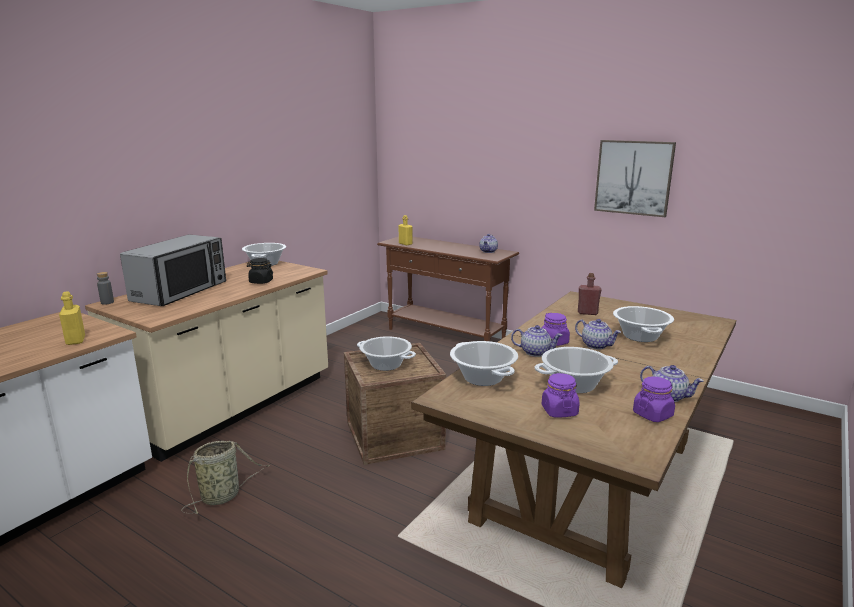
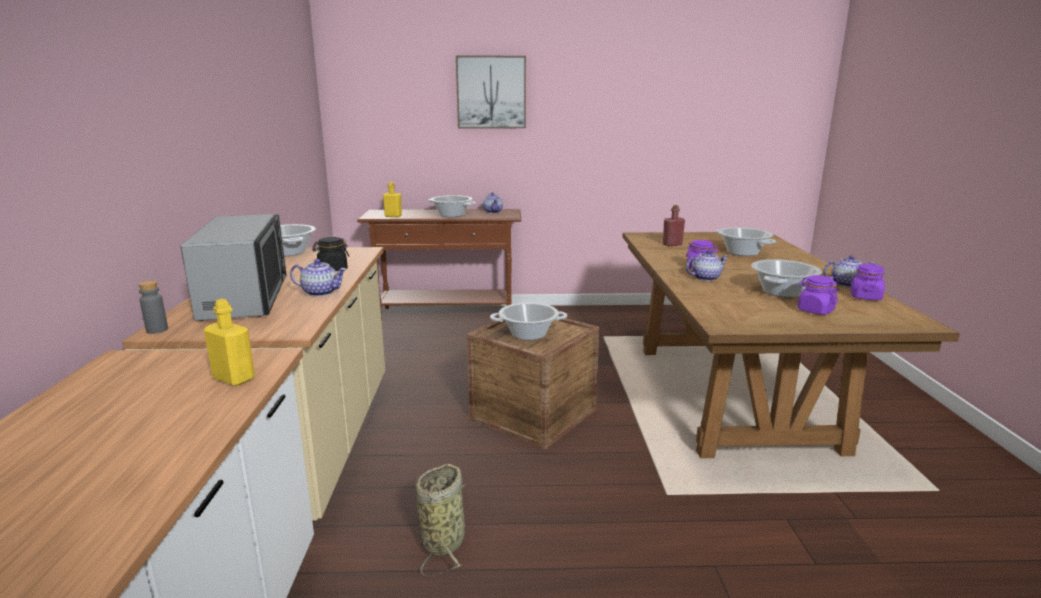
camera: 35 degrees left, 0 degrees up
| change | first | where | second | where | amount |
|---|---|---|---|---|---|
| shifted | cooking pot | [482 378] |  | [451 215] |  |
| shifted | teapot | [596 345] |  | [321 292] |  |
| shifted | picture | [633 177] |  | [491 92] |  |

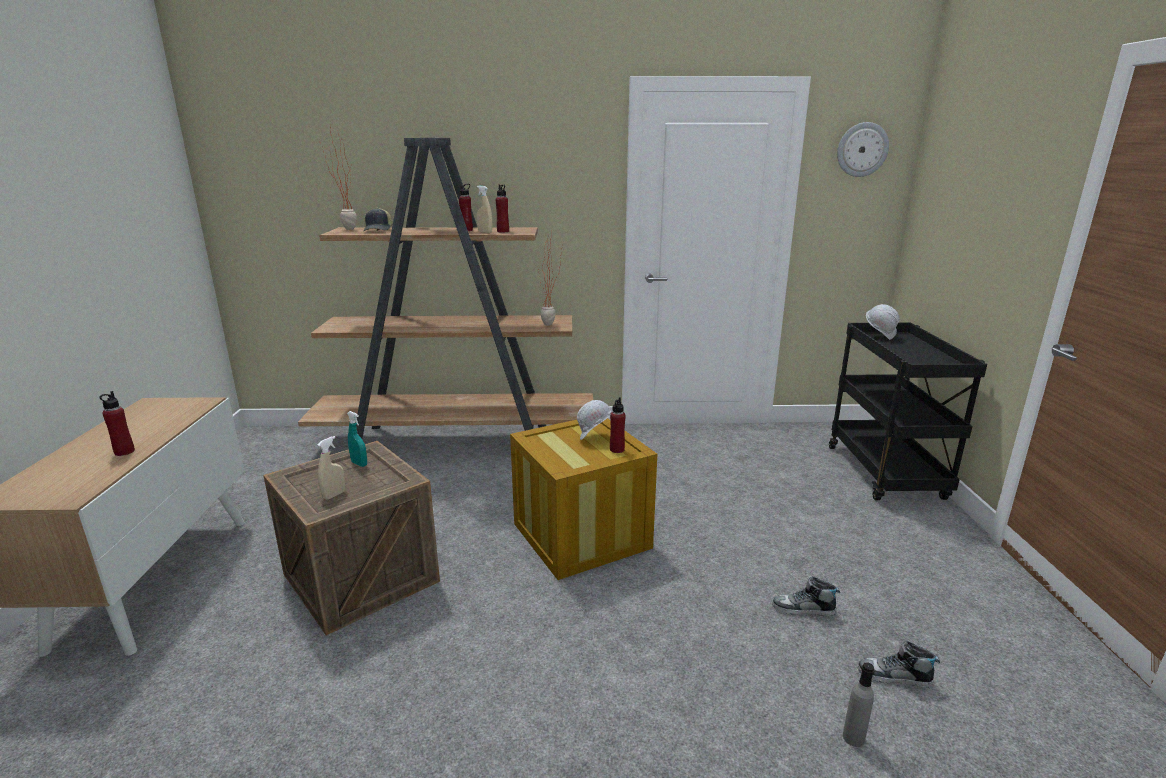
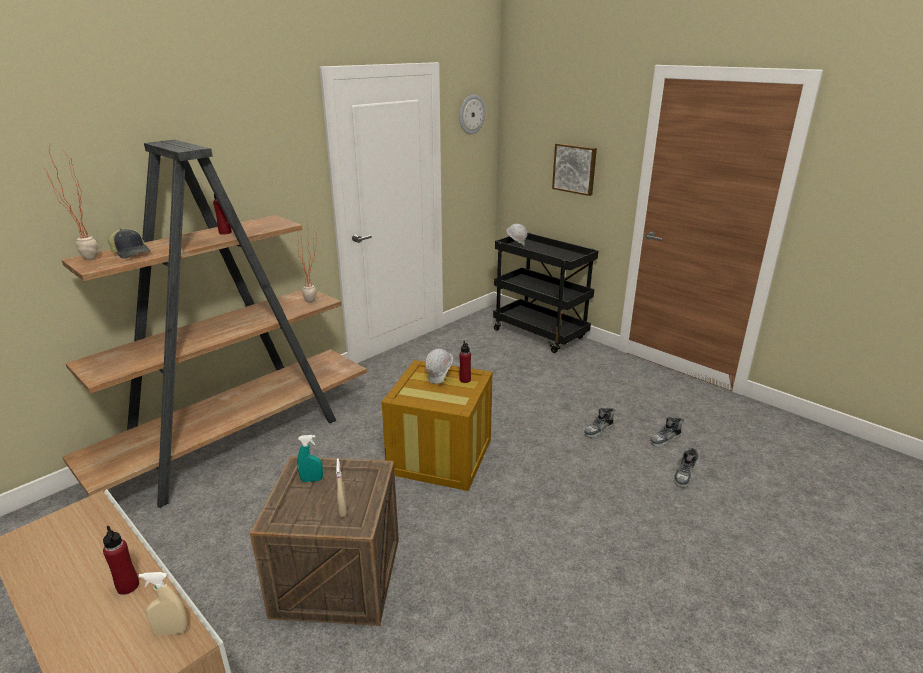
camera: 45 degrees left, 5 degrees up
| change | first | where | second | where | amount |
|---|---|---|---|---|---|
| shifted | sand-coloured sprayer | [485 232] |  | [171 631] |  |
| gone | red bottle | [503 231] |  |  |  |
| swapped | greyish bottle | [853 737] | item of footwear | [684 475] |  |
| new |  |  | picture | [575 168] |  |

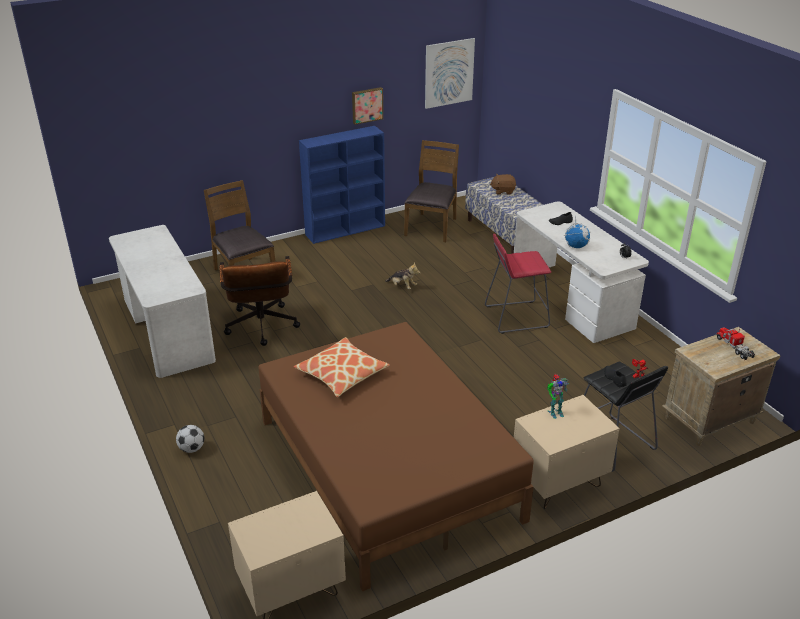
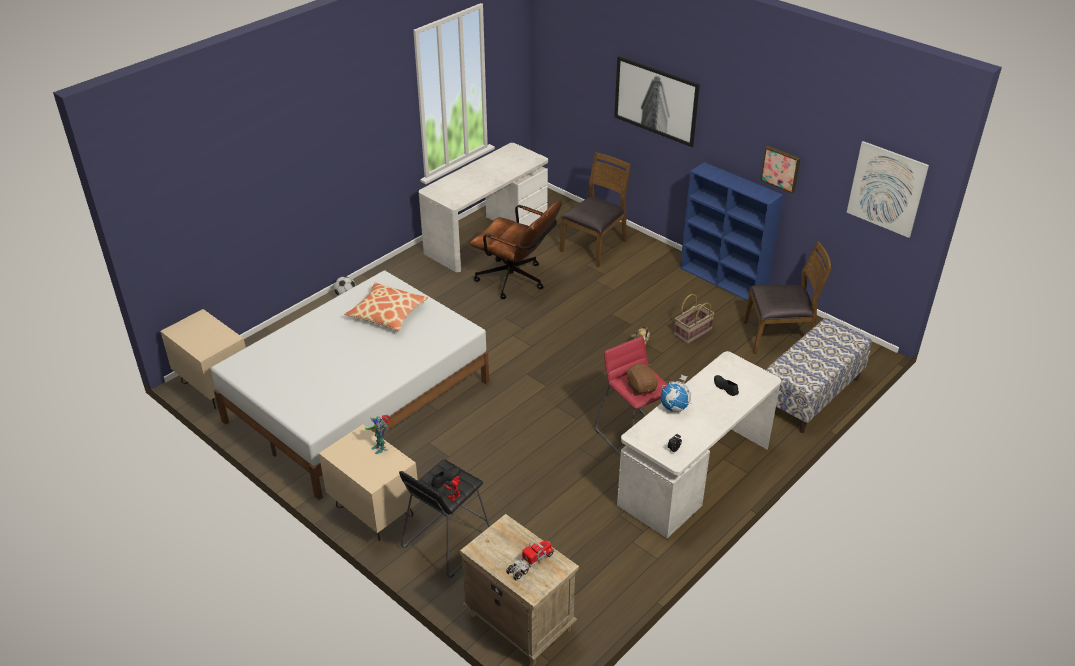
camera: 70 degrees right, 5 degrees up
| change | first | where | second | where | amount |
|---|---|---|---|---|---|
| rotated | brownish desk chair | [261 329] |  | [516 281] | 120 degrees counterclockwise |
| repainted | brownish sleeping bed | [386 469] | white sleeping bed | [357 401] |  |
| shifted | brownish plush toy | [503 191] |  | [641 388] |  |
| new |  |  | picture | [656 100] |  |
| new |  |  | basket | [693 332] |  |

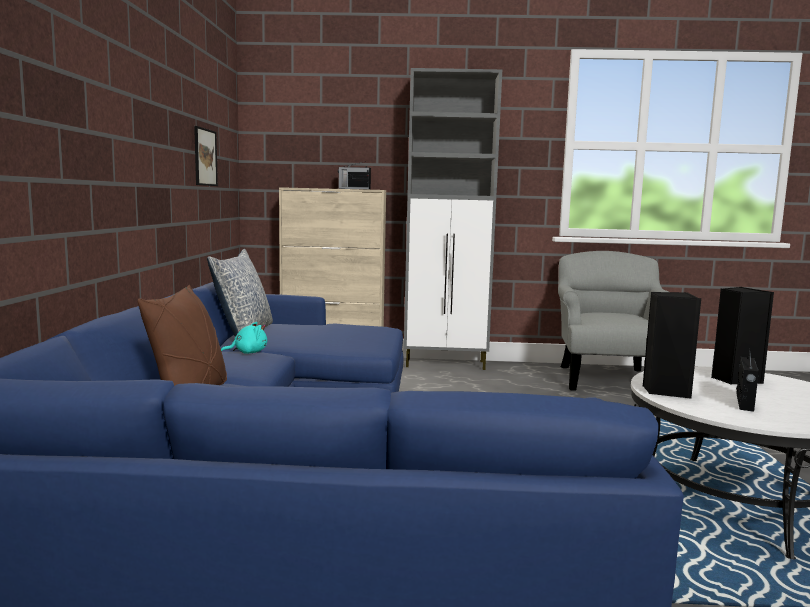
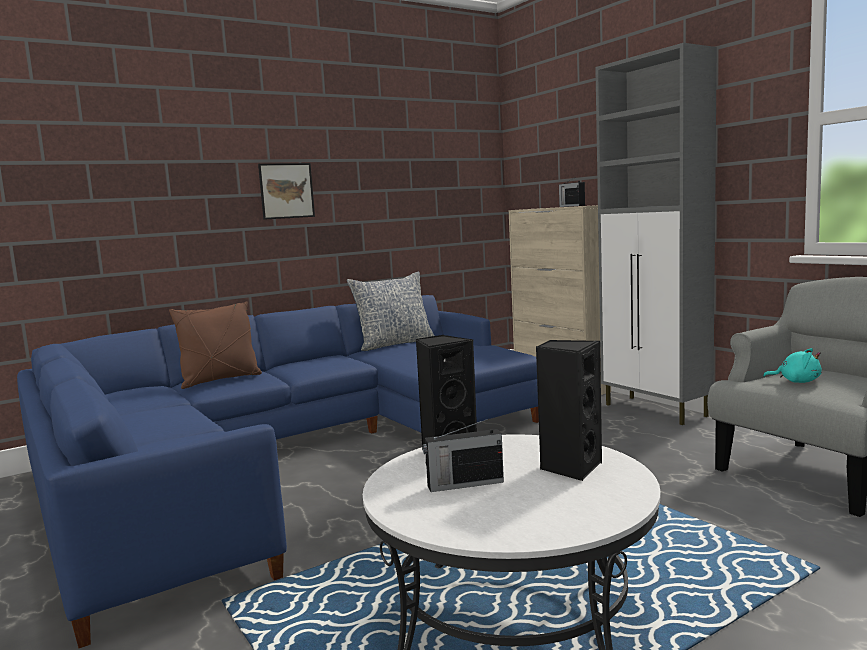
camera: 55 degrees right, 0 degrees up
| change | first | where | second | where | amount |
|---|---|---|---|---|---|
| shifted | picture | [205 157] |  | [286 191] |  |
| shifted | turquoise-coloured plush toy | [248 352] |  | [796 381] |  |

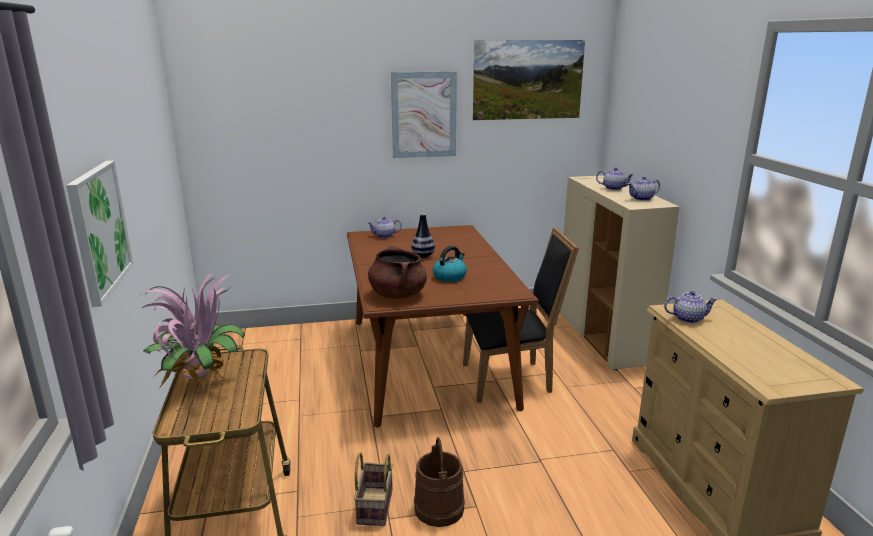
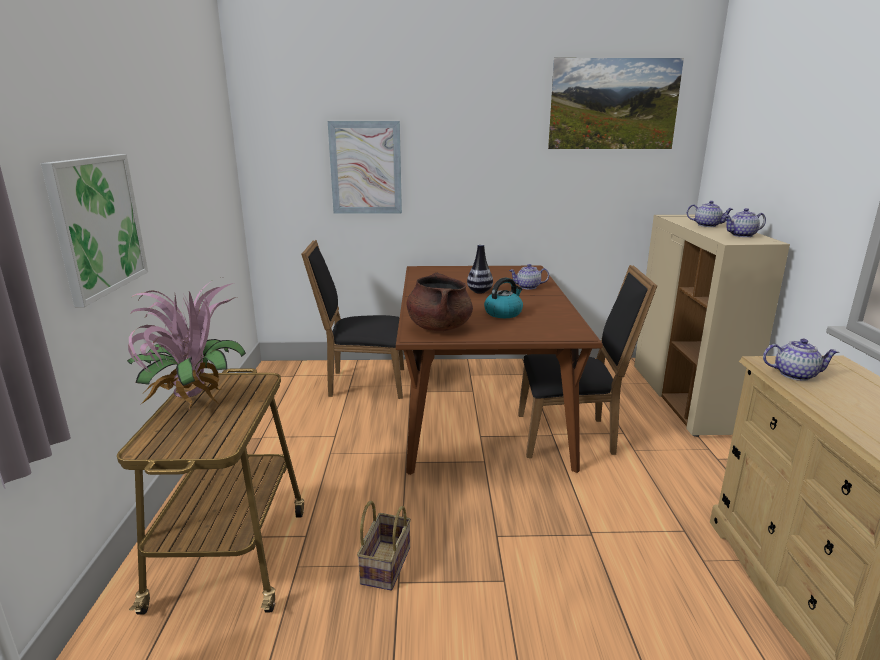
camera: 10 degrees right, 0 degrees up
| change | first | where | second | where | amount |
|---|---|---|---|---|---|
| shifted | teapot | [384 236] |  | [528 287] |  |
| shifted | picture | [424 115] |  | [366 168] |  |
| gone | brownish water bucket | [439 508] |  |  |  |
| new |  |  | black upright chair | [362 383] |  |

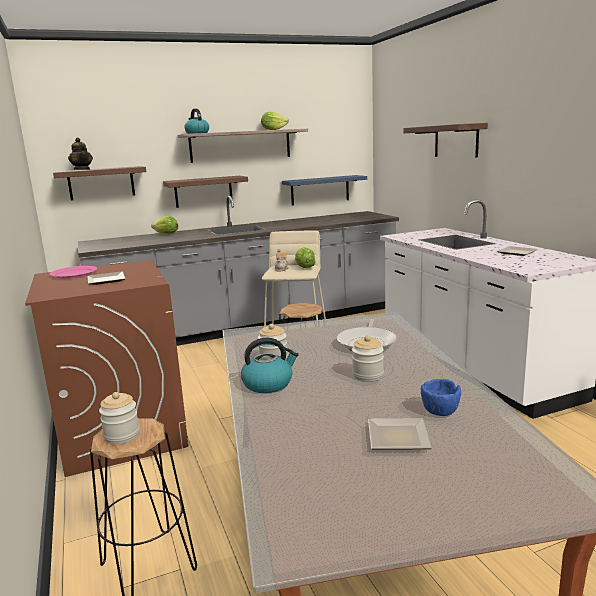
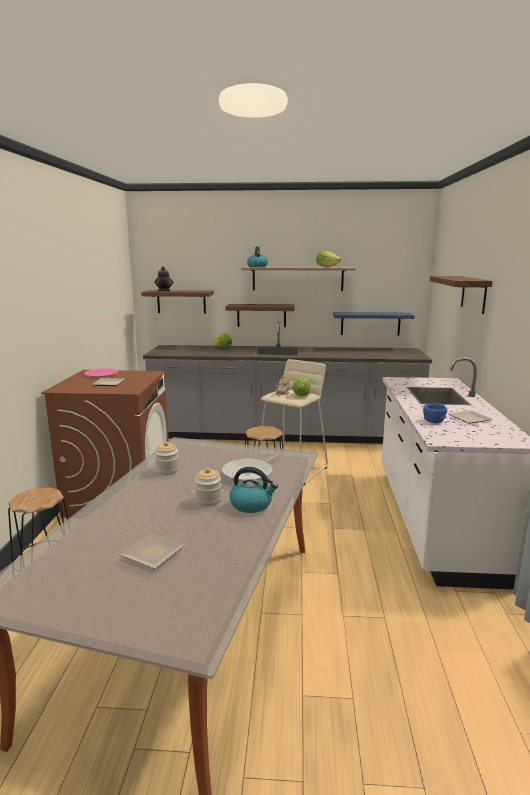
camera: 25 degrees right, 0 degrees up
| change | first | where | second | where | amount |
|---|---|---|---|---|---|
| gone | preserve jar | [122 435] |  |  |  |
| shifted | tea kettle | [268 384] |  | [252 504] |  |
| shifted | blue-coloured serving bowl | [440 411] |  | [433 421] |  |

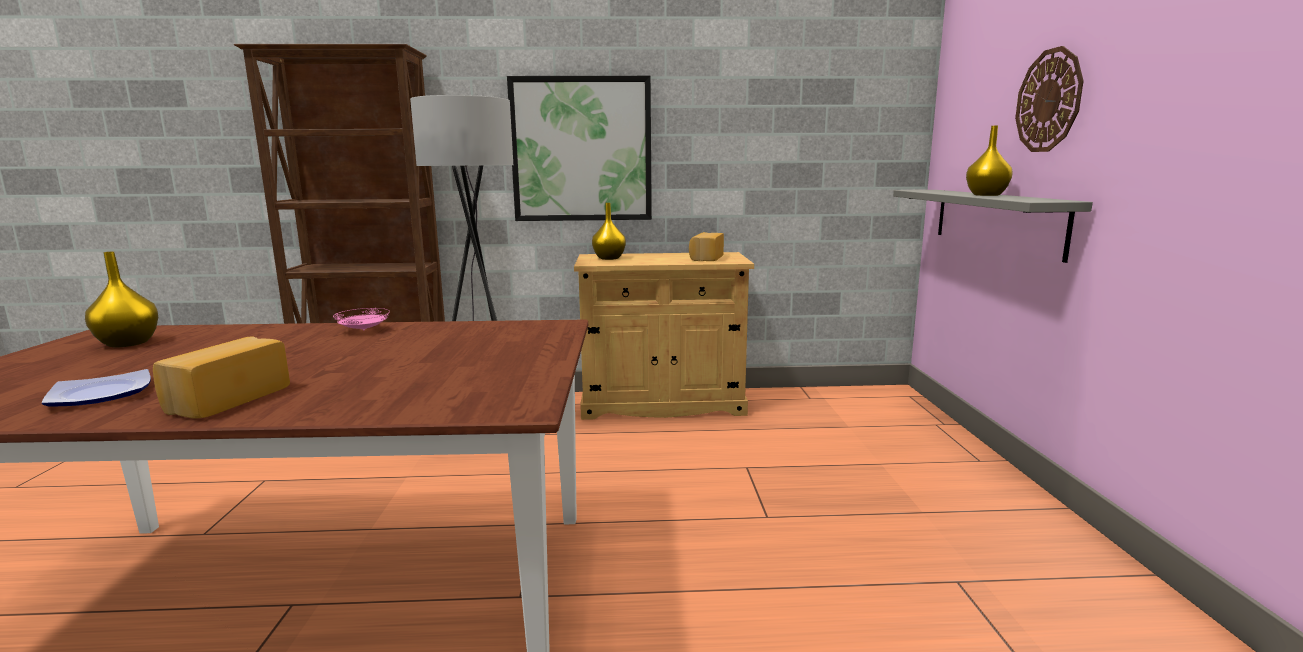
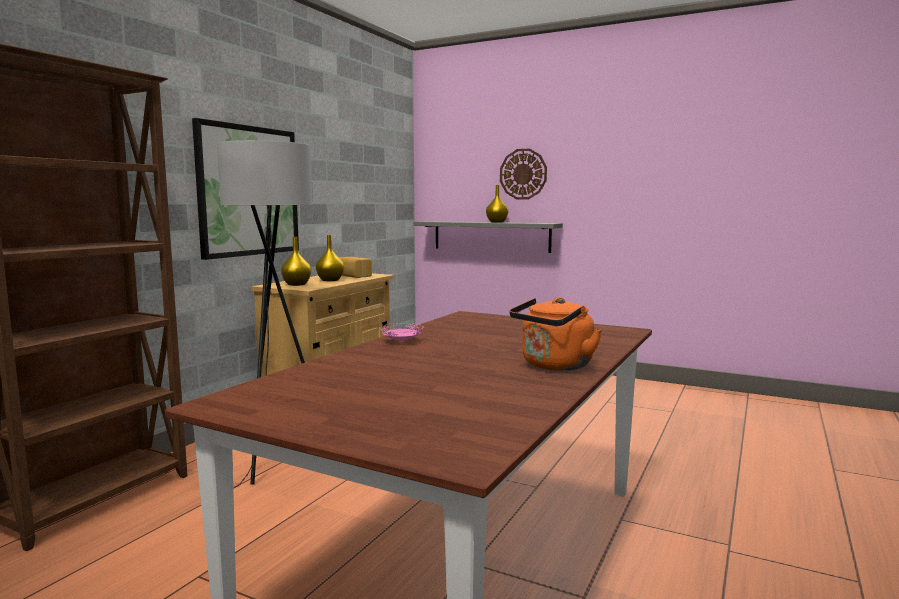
camera: 60 degrees left, 5 degrees down
| change | first | where | second | where | amount |
|---|---|---|---|---|---|
| gone | flat dish | [98 395] |  |  |  |
| shifted | yellowish flower vase | [126 343] |  | [330 280] |  |
| swapped | bread | [226 399] | orangey tea kettle | [554 366] |  |

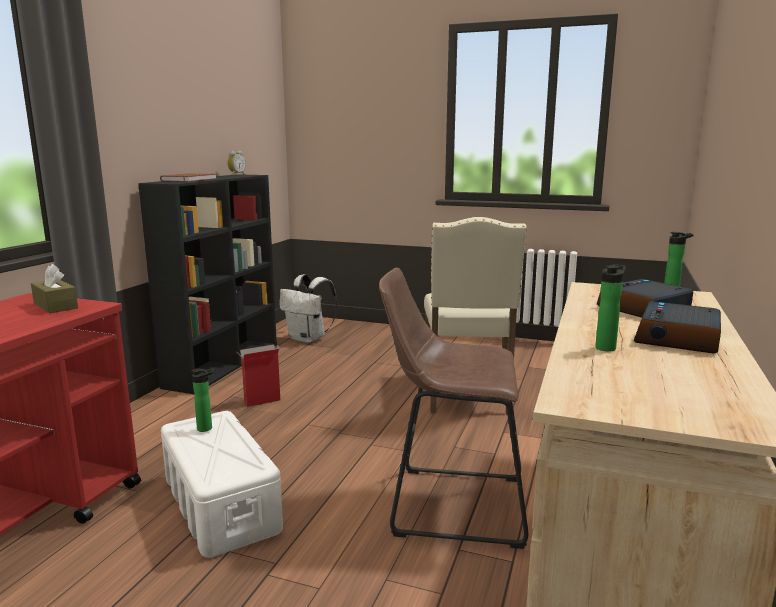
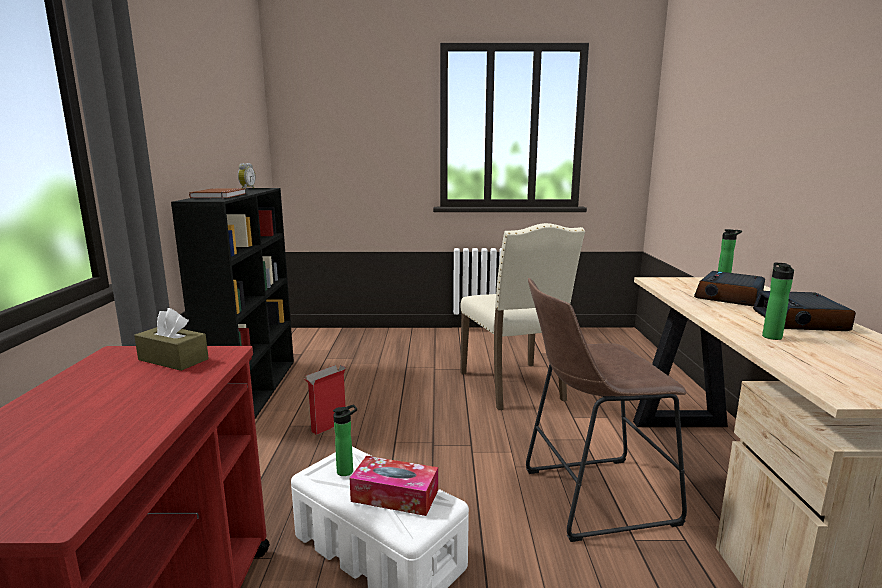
camera: 20 degrees left, 0 degrees up
| change | first | where | second | where | amount |
|---|---|---|---|---|---|
| gone | white rucksack | [308 339] |  |  |  |
| new |  |  | box of tissues | [395 496] |  |

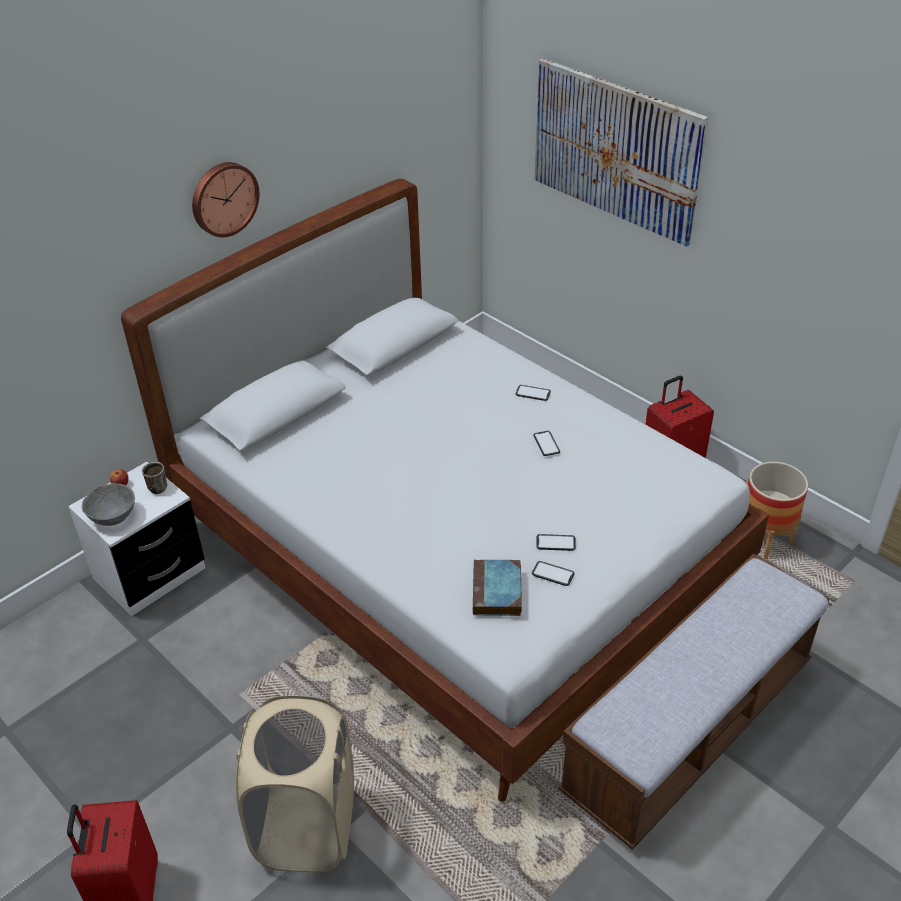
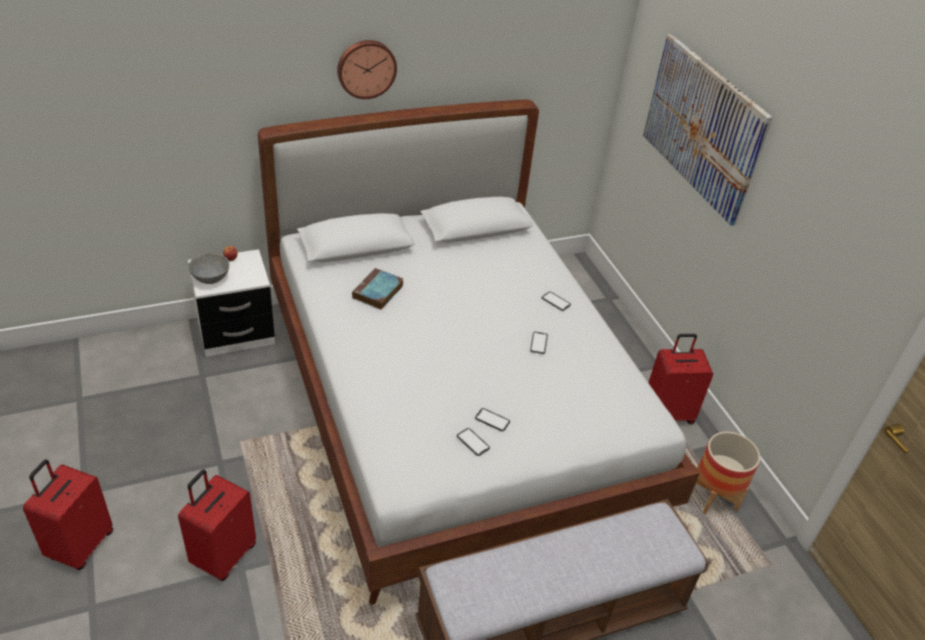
camera: 20 degrees right, 0 degrees up
| change | first | where | second | where | amount |
|---|---|---|---|---|---|
| gone | coffee mug | [158 486] |  |  |  |
| swapped | sand-coloured laundry basket | [306 827] | red suitcase | [223 555] |  |
| shifted | volume | [497 592] |  | [377 292] |  |

